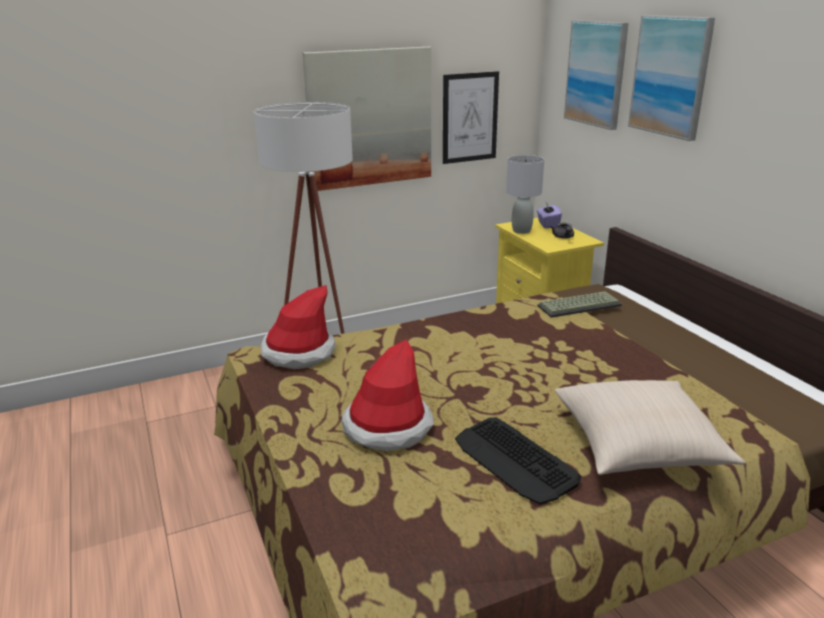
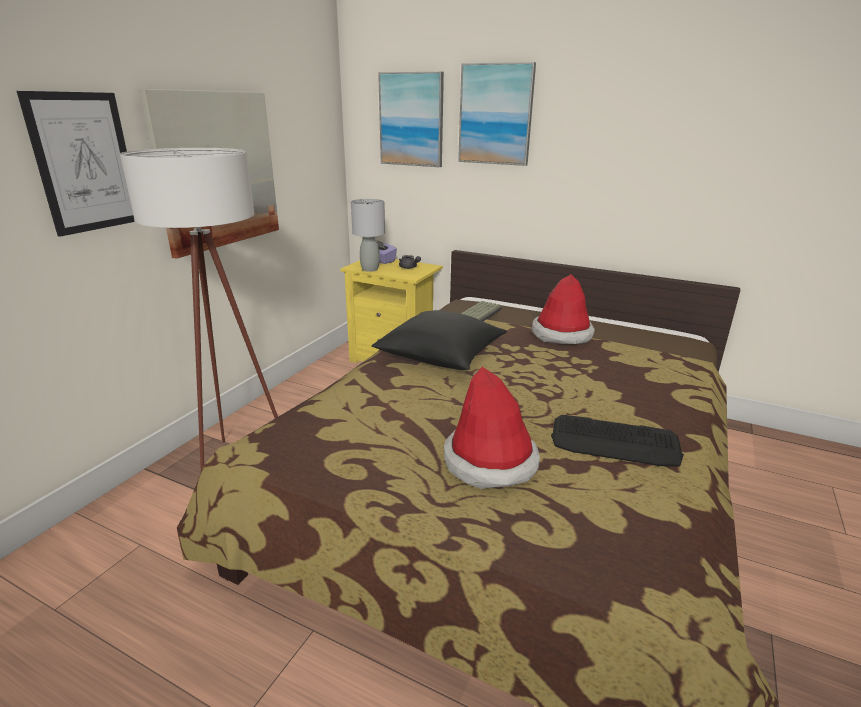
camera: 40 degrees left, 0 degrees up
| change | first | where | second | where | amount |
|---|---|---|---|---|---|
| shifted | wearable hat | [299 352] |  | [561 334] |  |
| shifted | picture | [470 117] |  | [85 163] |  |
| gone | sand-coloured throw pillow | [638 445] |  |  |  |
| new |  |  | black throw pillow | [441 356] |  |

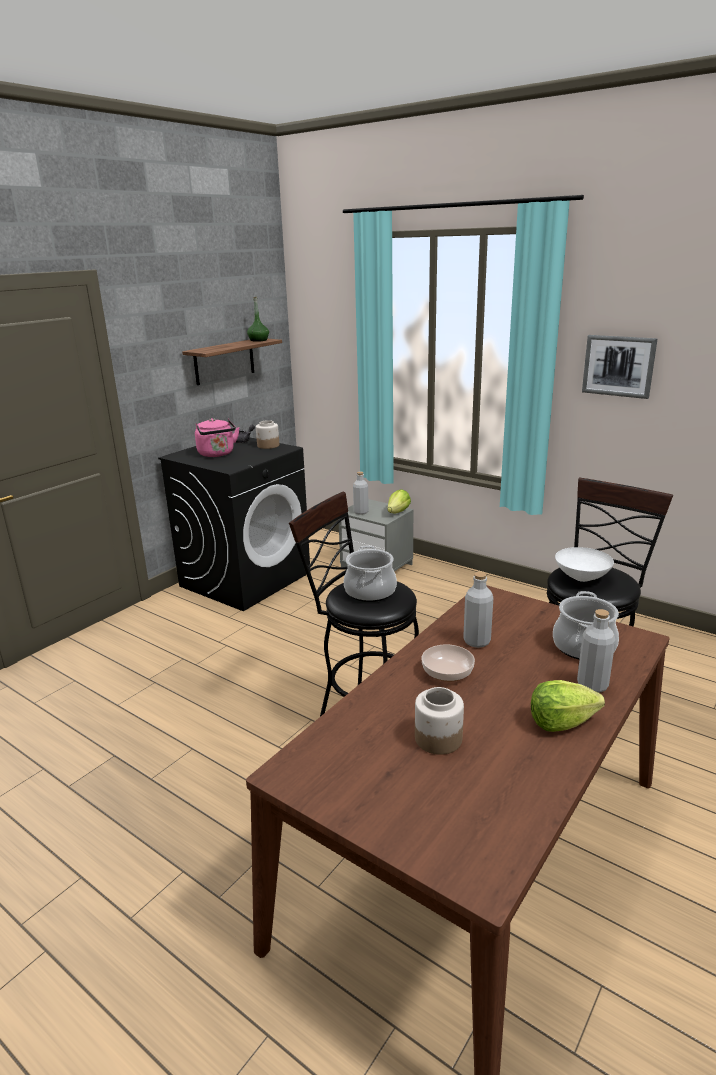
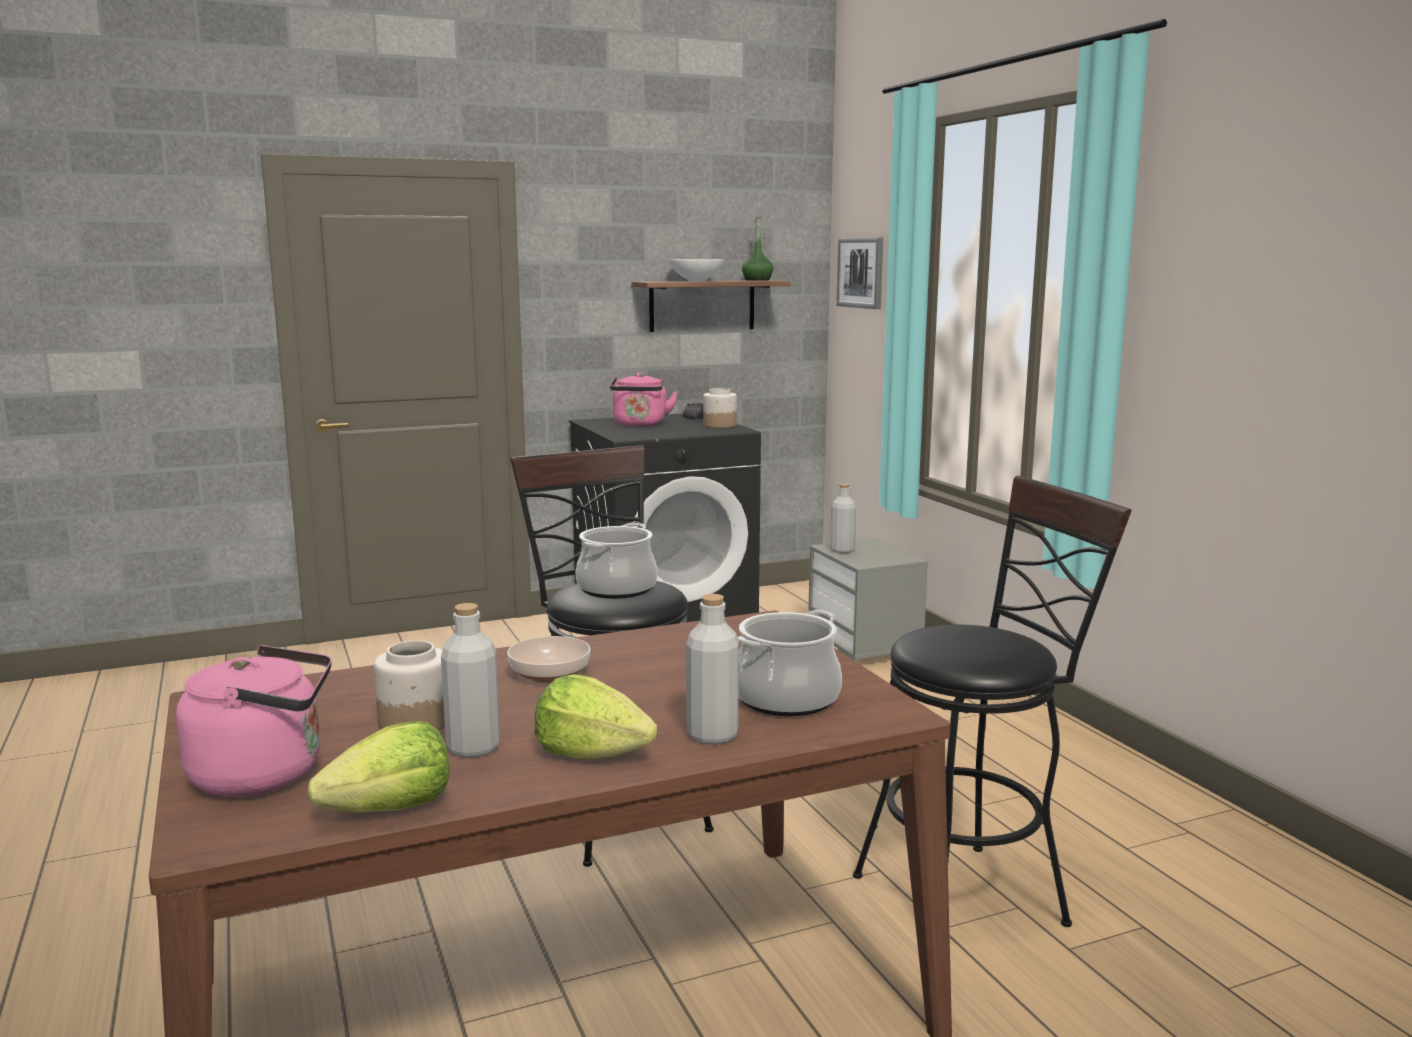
camera: 30 degrees right, 10 degrees down
| change | first | where | second | where | amount |
|---|---|---|---|---|---|
| shifted | lettuce head | [398 512] |  | [391 809] |  |
| shifted | greyish bottle | [476 641] |  | [473 748] |  |
| shifted | white serving bowl | [581 578] |  | [695 281] |  |
| shifted | picture | [618 366] |  | [861 272] |  |
| new |  |  | pink tea kettle | [266 774] |  |

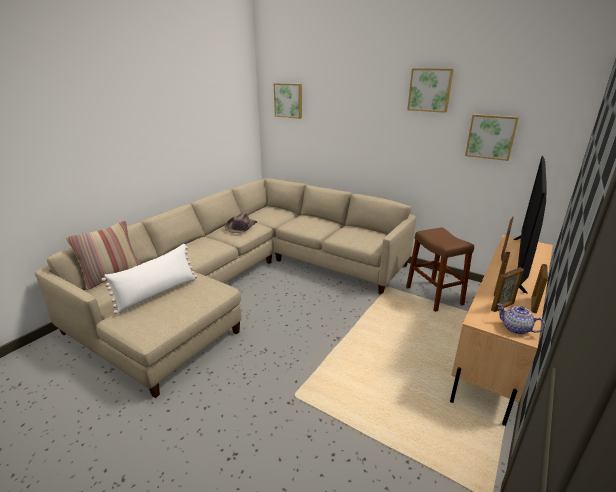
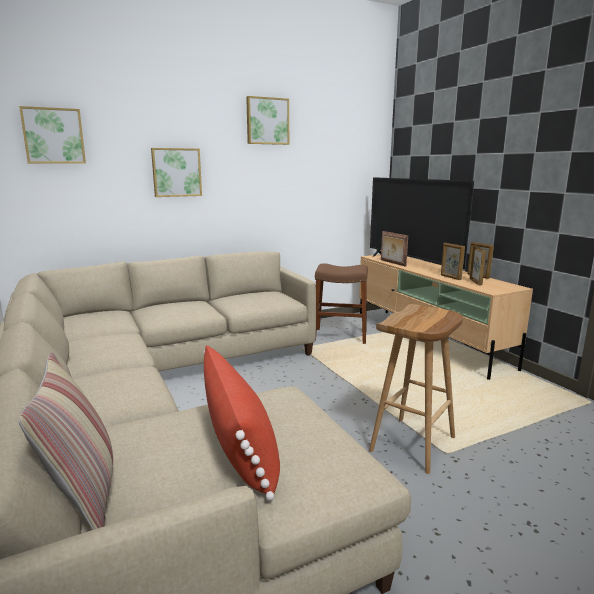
camera: 60 degrees left, 10 degrees down
| change | first | where | second | where | amount |
|---|---|---|---|---|---|
| repainted | white throw pillow | [157 293] | red throw pillow | [239 445] |  |
| gone | brownish wearable hat | [241 226] |  |  |  |
| shifted | picture | [491 137] |  | [176 172] |  |
| gone | teapot | [516 329] |  |  |  |
| new |  |  | brownish stool | [413 445] |  |

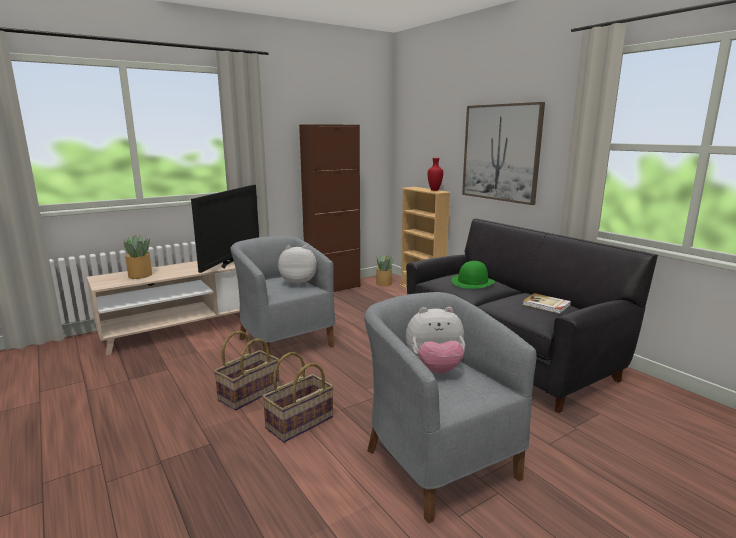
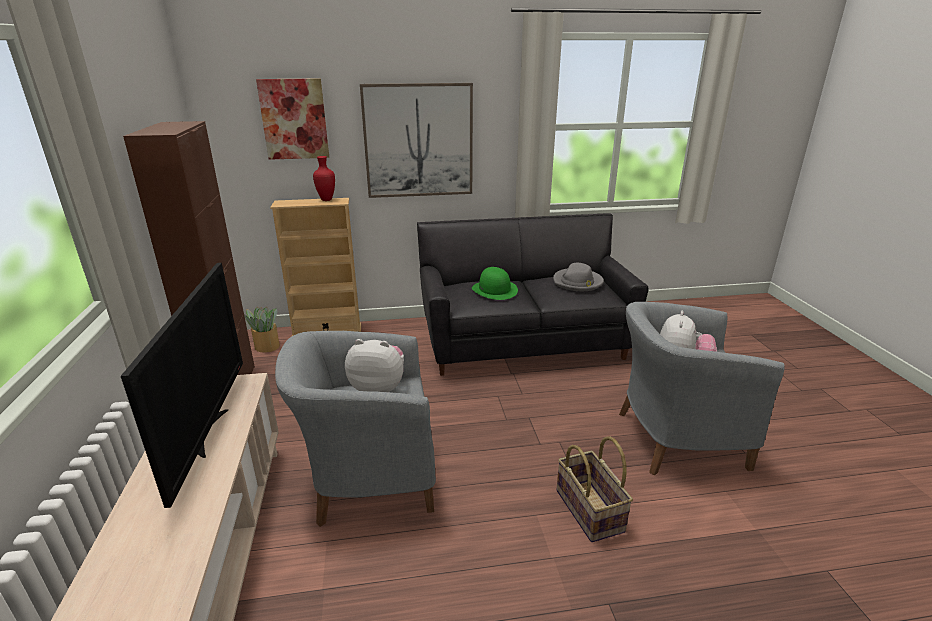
camera: 65 degrees left, 10 degrees up
| change | first | where | second | where | amount |
|---|---|---|---|---|---|
| gone | potted plant | [139 275] |  |  |  |
| rotated | television | [230 262] |  | [208 432] | 45 degrees clockwise |
| gone | basket | [249 393] |  |  |  |
| rotated | plush toy | [299 283] |  | [378 388] | 75 degrees clockwise |
| swapped | volume | [546 305] | greyish wearable hat | [577 282] |  |
| new |  |  | picture | [294 119] |  |

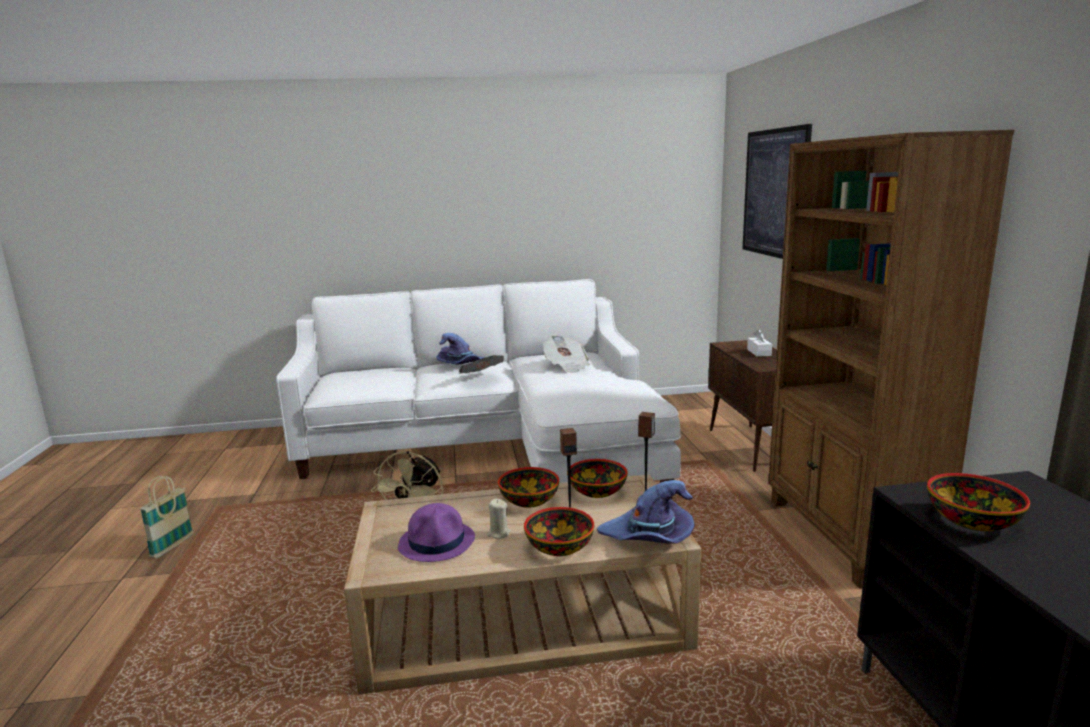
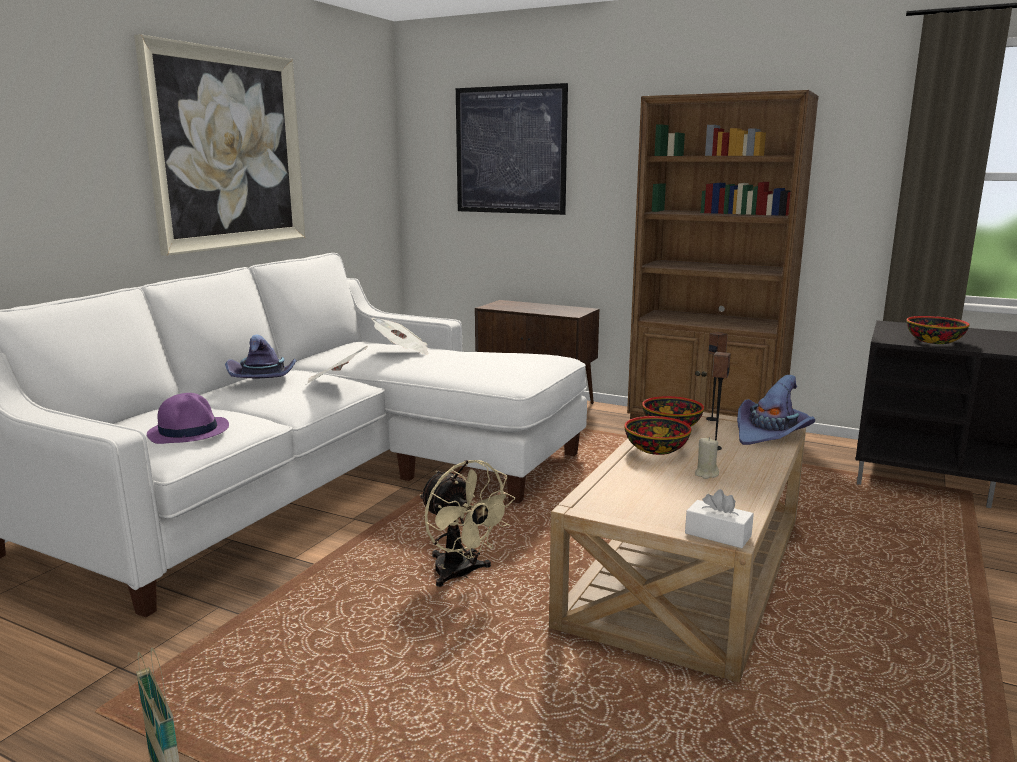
camera: 55 degrees left, 0 degrees up
| change | first | where | second | where | amount |
|---|---|---|---|---|---|
| shifted | purple-coloured wearable hat | [437 542] |  | [189 431] |  |
| gone | serving bowl | [558 546] |  |  |  |
| shifted | white box of tissues | [759 352] |  | [718 535] |  |
| new |  |  | picture | [228 150] |  |

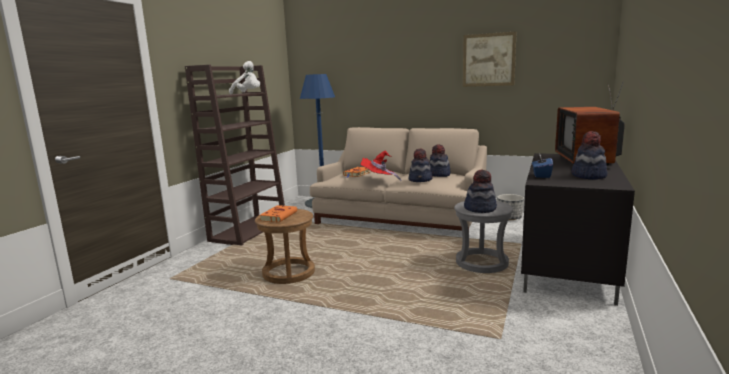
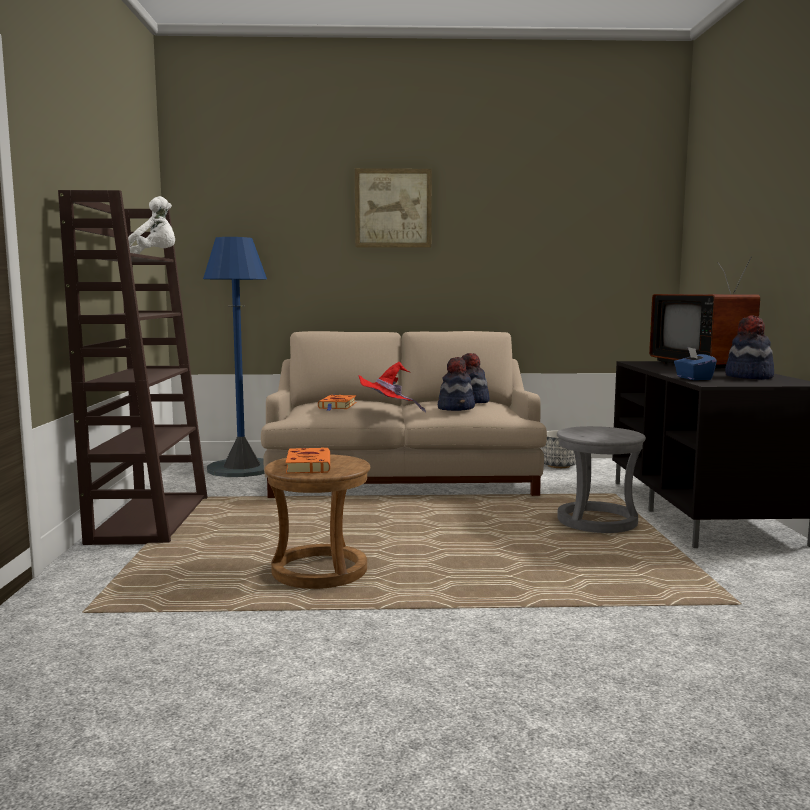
camera: 25 degrees left, 5 degrees down
| change | first | where | second | where | amount |
|---|---|---|---|---|---|
| shifted | picture | [488 60] |  | [393 208] |  |
| gone | wearable hat | [480 209] |  |  |  |

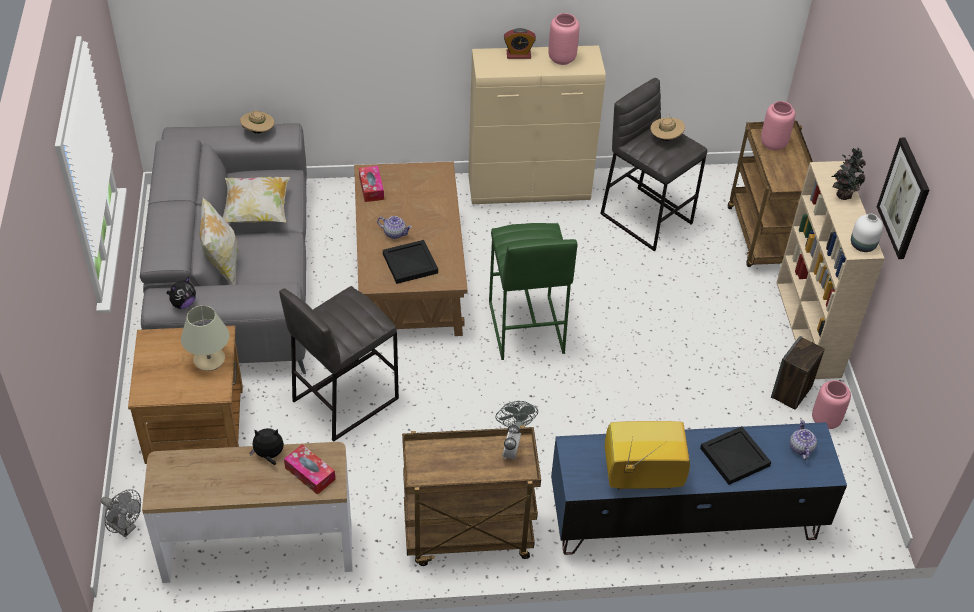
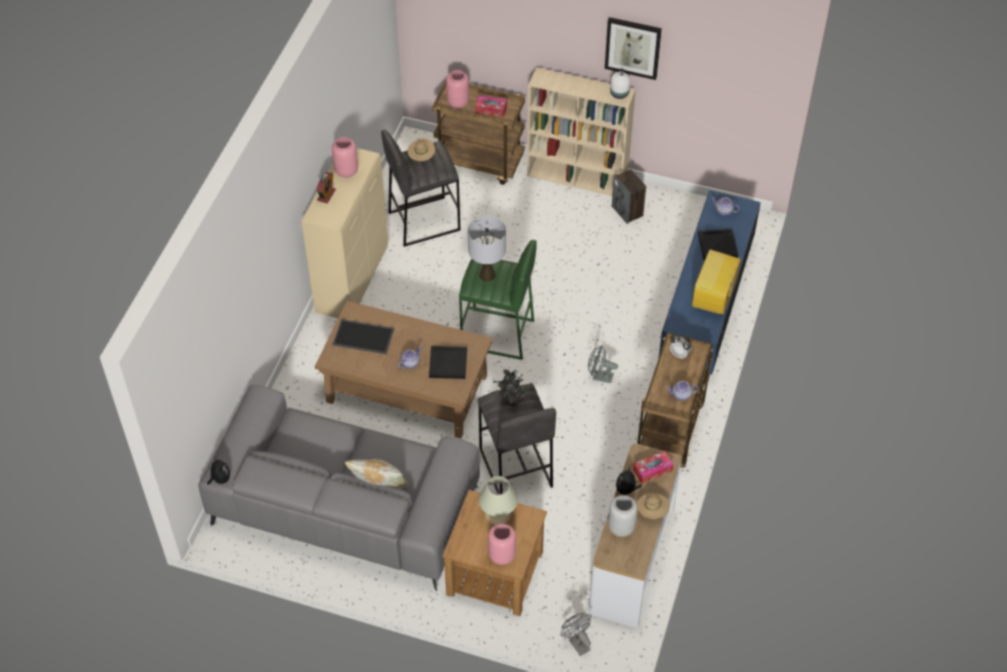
camera: 65 degrees left, 5 degrees up
| change | first | where | second | where | amount |
|---|---|---|---|---|---|
| rotated | greyish cooling fan | [125 528] |  | [577 642] | 90 degrees counterclockwise |
| shifted | plush toy | [183 304] |  | [220 479] |  |
| gone | throw pillow | [257 212] |  |  |  |
| shifted | sand-coloured wearable hat | [258 131] |  | [652 512] |  |
| shifted | box of tissues | [371 188] |  | [491 109] |  |
| shifted | pink flower vase | [825 420] |  | [501 555] |  |
| shifted | potted plant | [842 194] |  | [511 401] |  |
| new |  |  | tray | [364 336] |  |
| new |  |  | greyish lamp for a table | [487 274] |  |
| new |  |  | greyish flower vase | [621 527] |  |
| new |  |  | teapot | [681 395] |  |

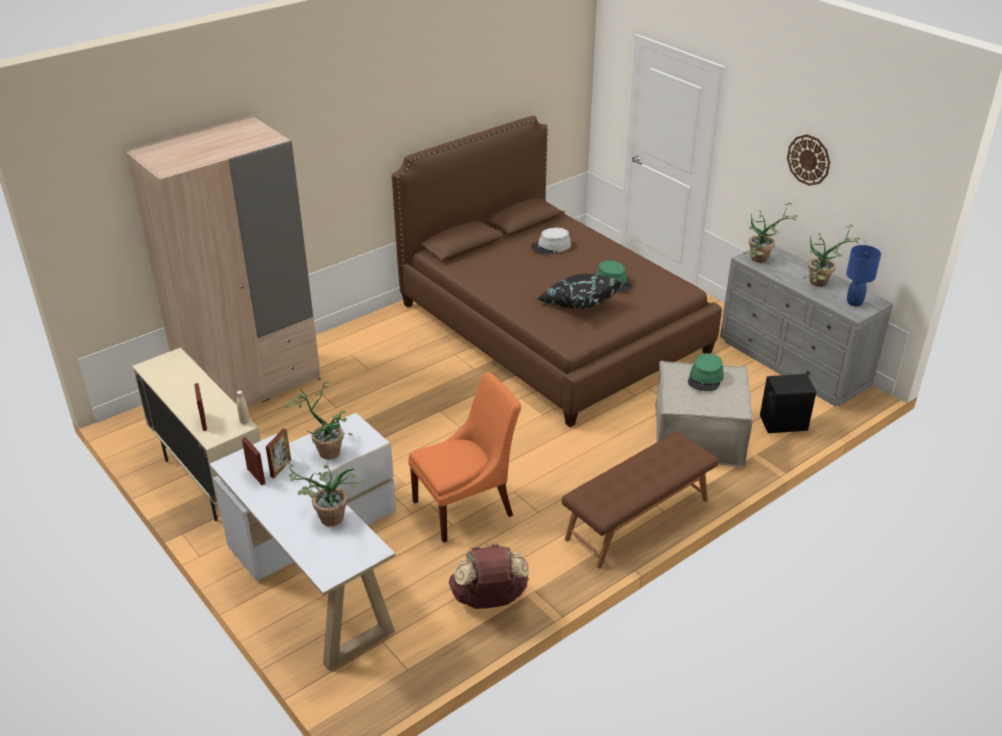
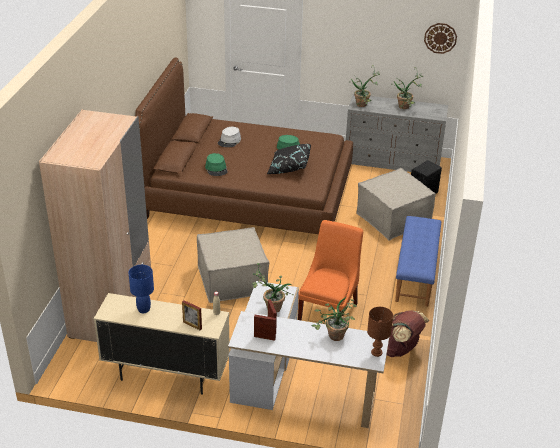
camera: 40 degrees left, 0 degrees up
| change | first | where | second | where | amount |
|---|---|---|---|---|---|
| repainted | brownish bench | [638 520] | blue-coloured bench | [416 274] |  |
| shifted | greenish wearable hat | [705 378] |  | [216 169] |  |
| shifted | wall clock | [809 159] |  | [440 38] |  |
| shifted | blue-coloured lamp for a table | [854 303] |  | [144 309] |  |
| new |  |  | sand-coloured footrest | [232 279] |  |
| new |  |  | brownish lamp for a table | [377 353] |  |

